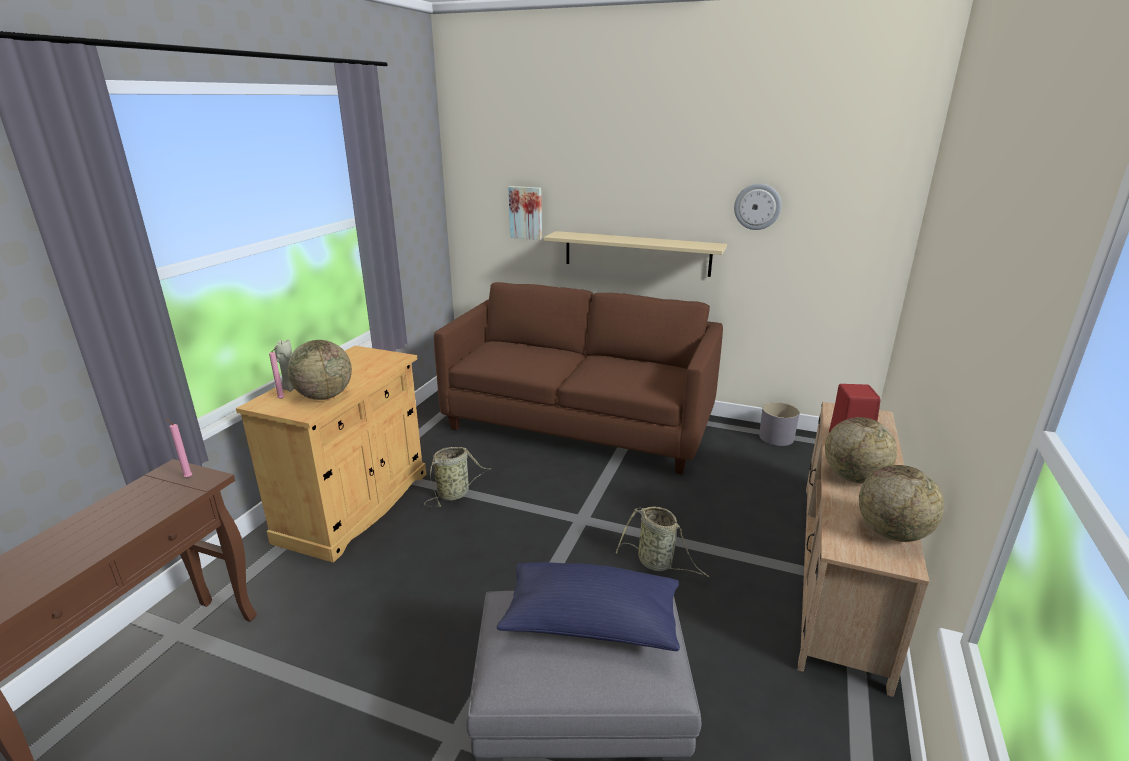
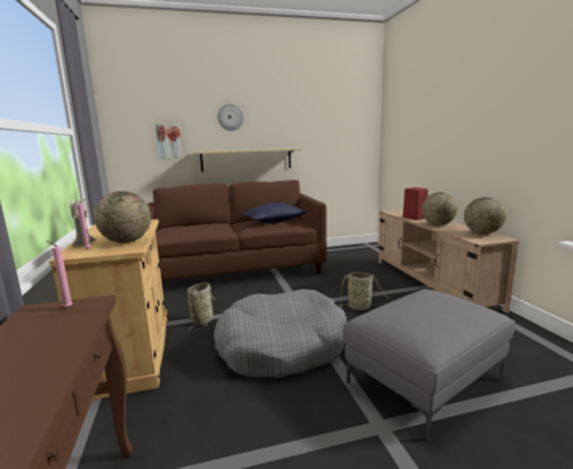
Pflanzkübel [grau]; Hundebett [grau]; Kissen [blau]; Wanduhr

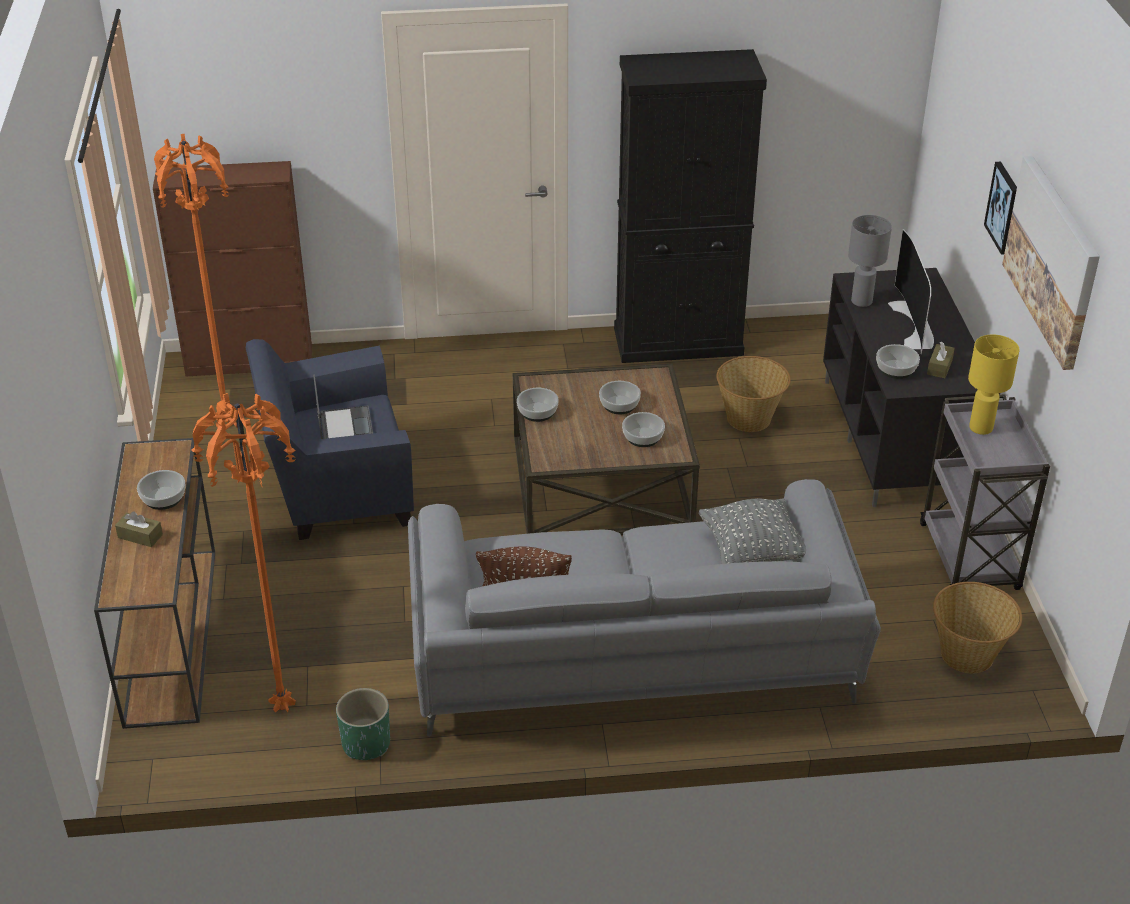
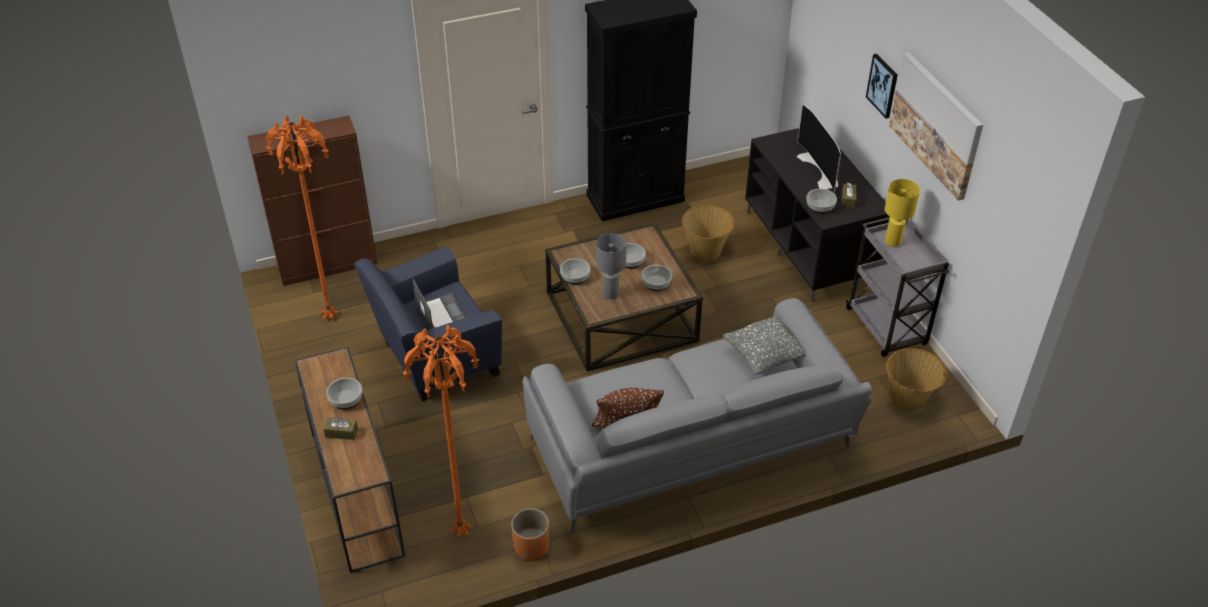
Tischlampe [grau]; Pflanzkübel [orange]

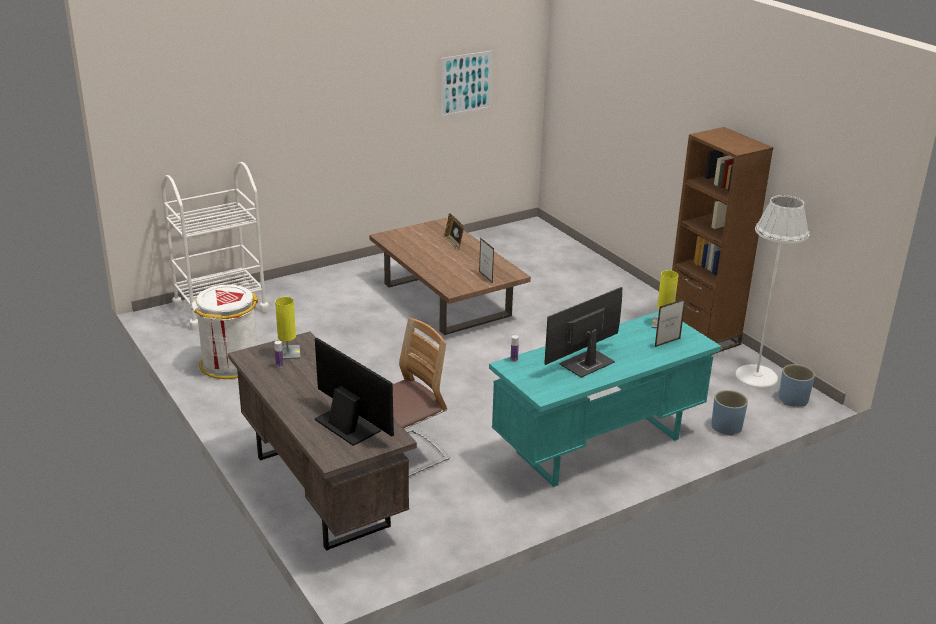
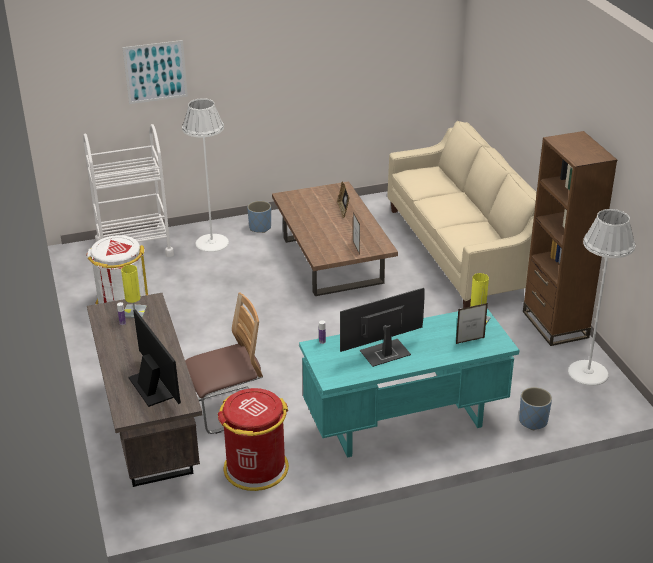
Stehlampe [weiß] (1st from left); Mülleimer [rot]; Sofa [beige]; Bild; Pflanzkübel [blau] (1st from left)

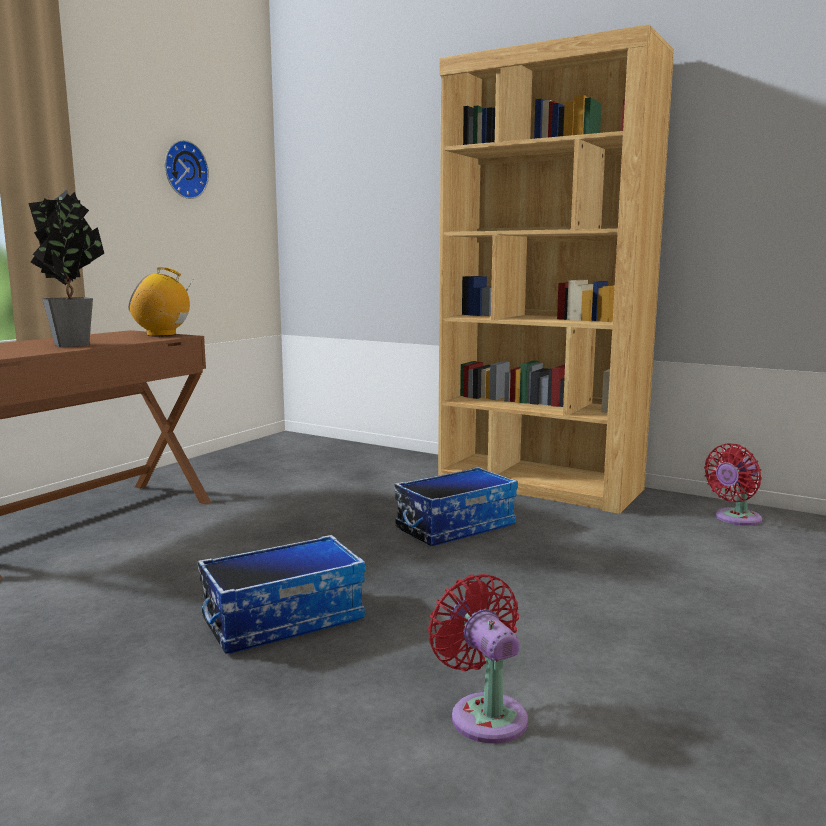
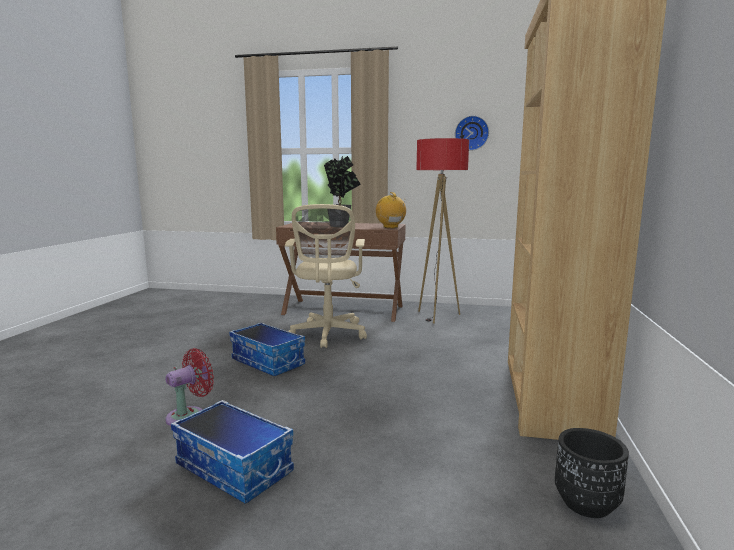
Bürostuhl [beige]; Stehlampe; Aufbewahrungsbox (1st from left); Pflanzkübel [schwarz]

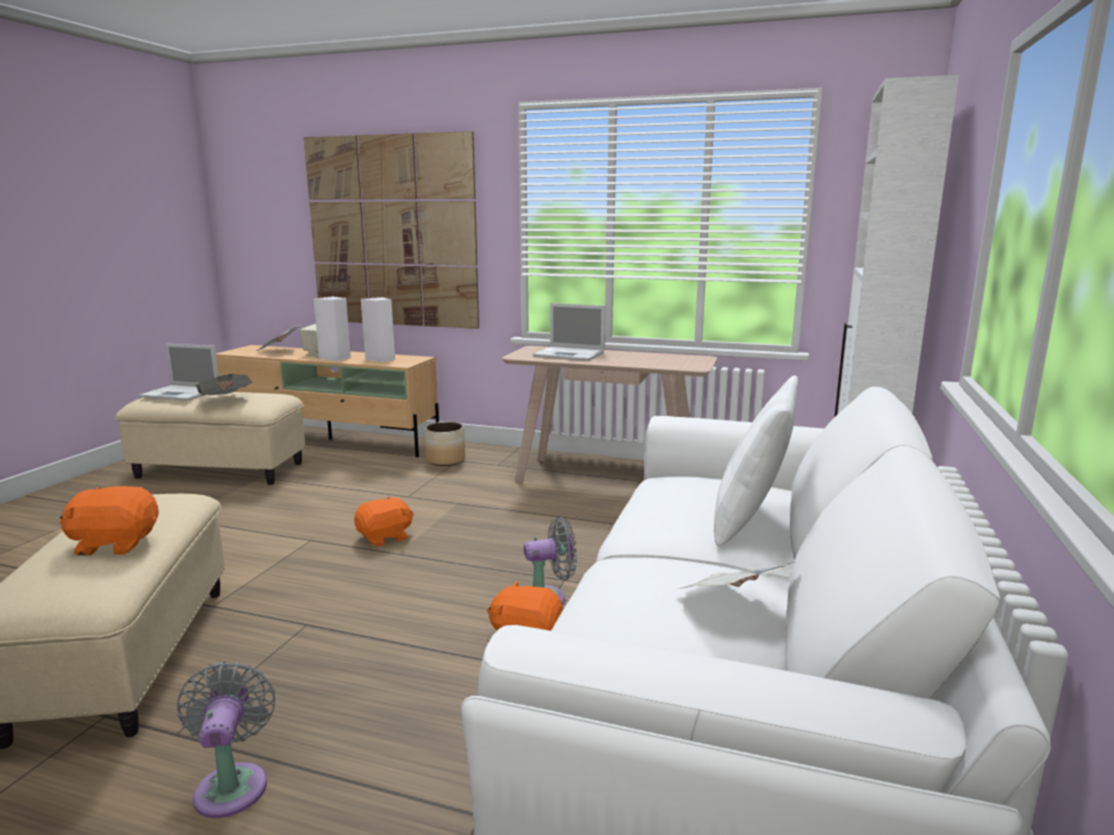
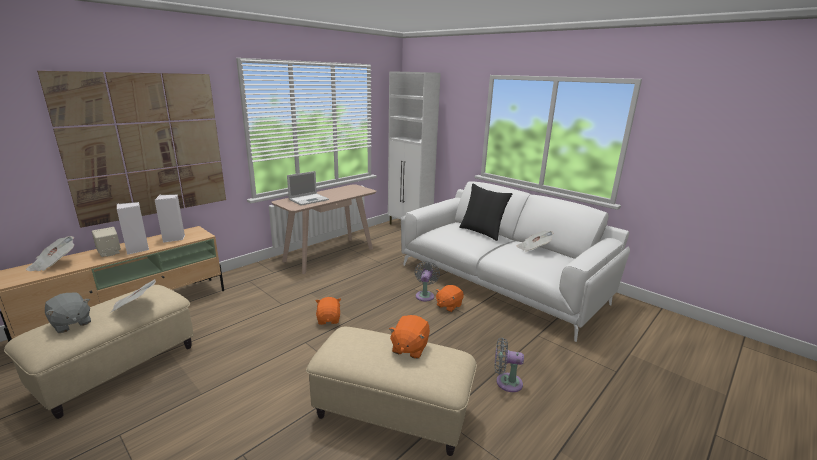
Pflanzkübel; Plüschtier [grau]; Kissen [schwarz]

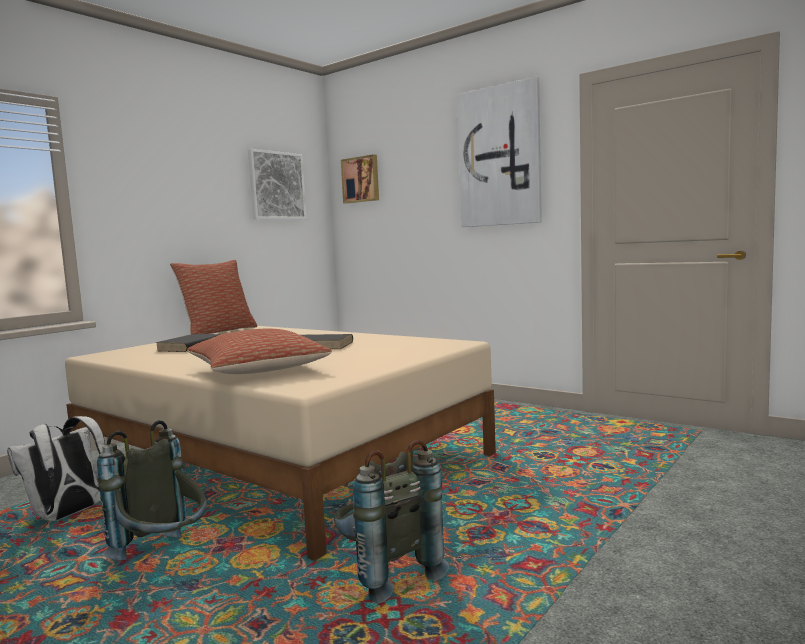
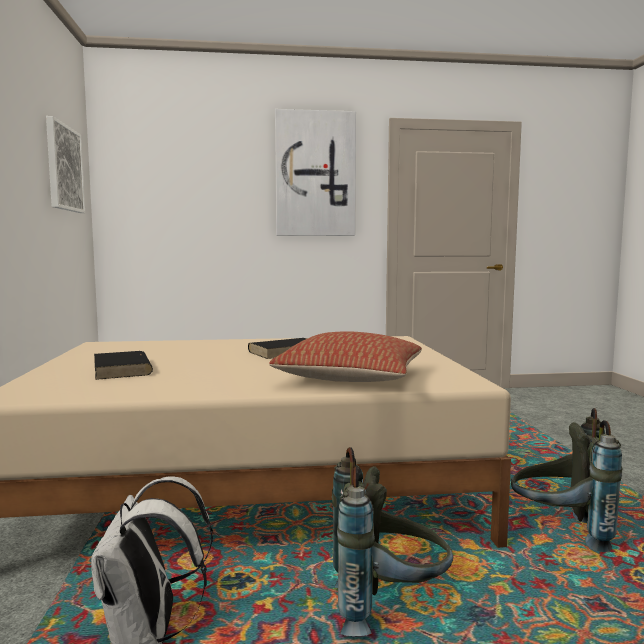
Kissen (1st from left in the first image); Bild (2nd from left in the first image)

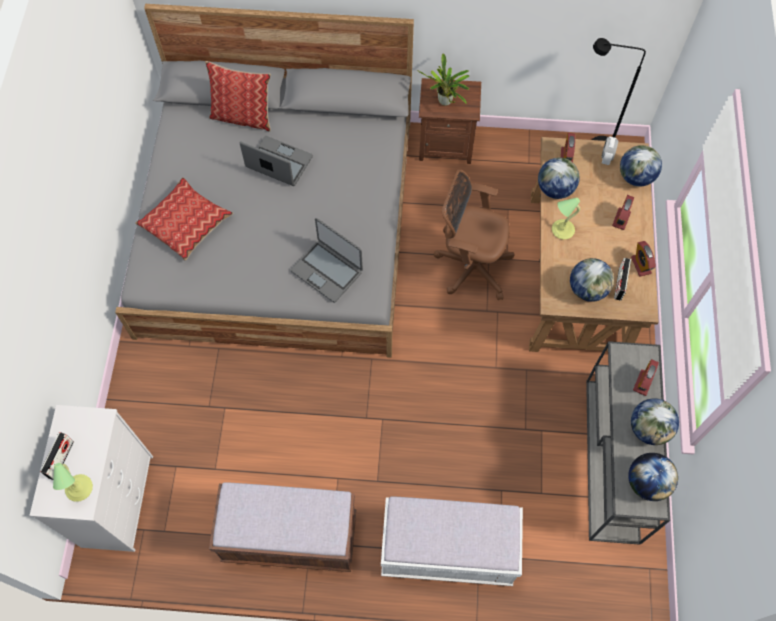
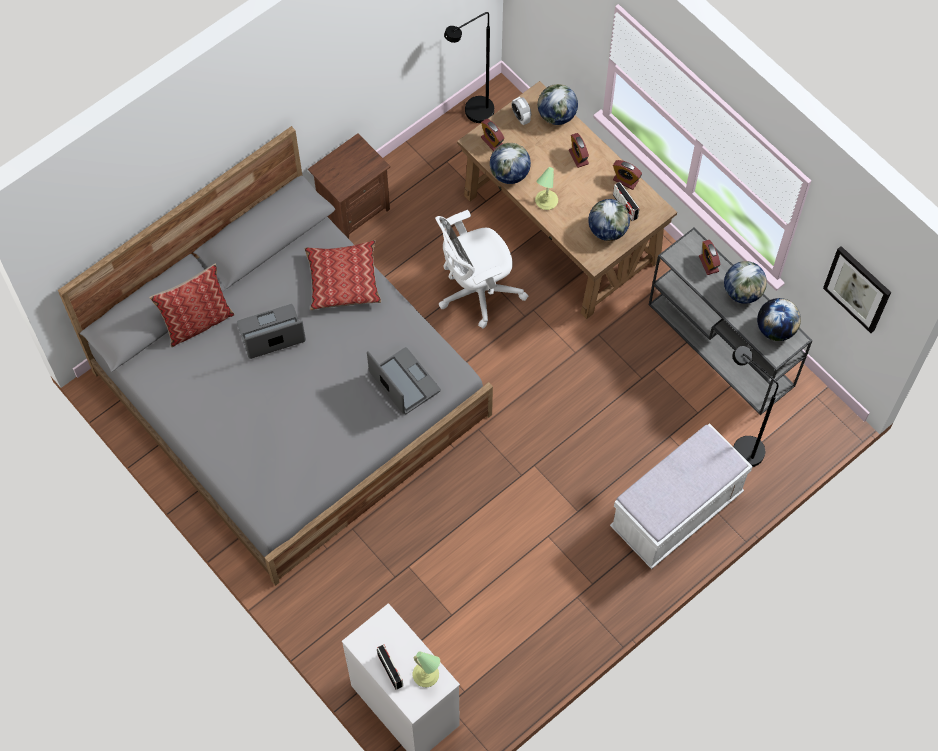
Bank [braun]; Topfpflanze; Stehlampe [schwarz] (2nd from left); Bild; Kissen (2nd from left); Bürostuhl [weiß]; Laptop (2nd from left)

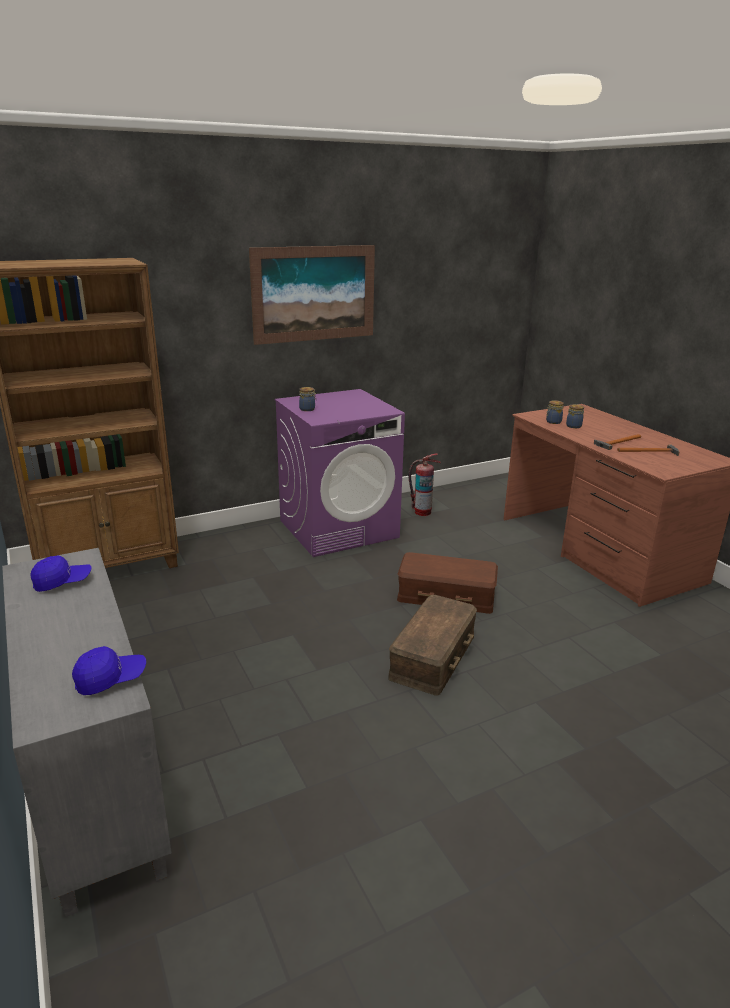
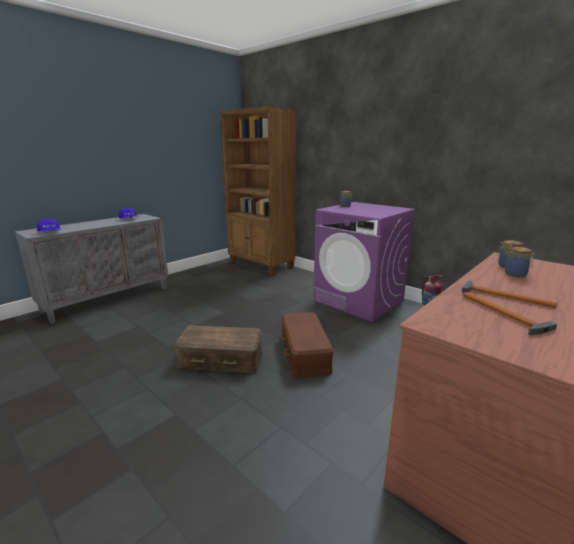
Bild

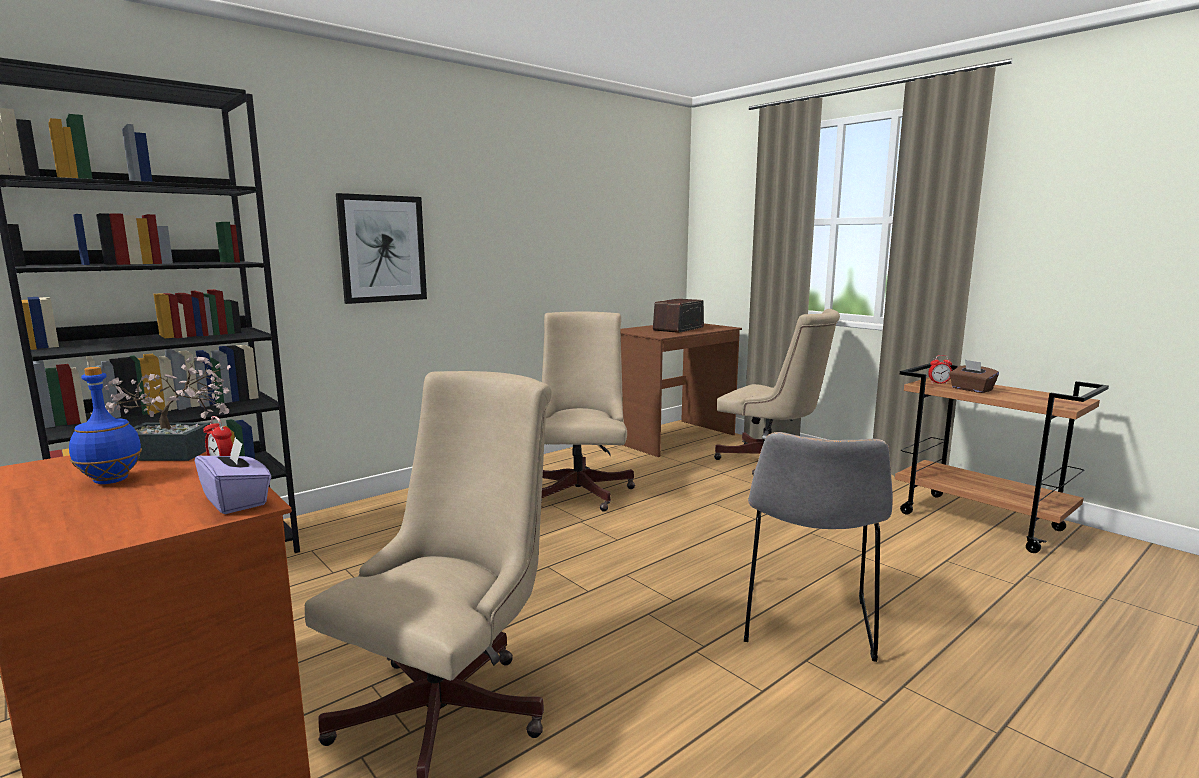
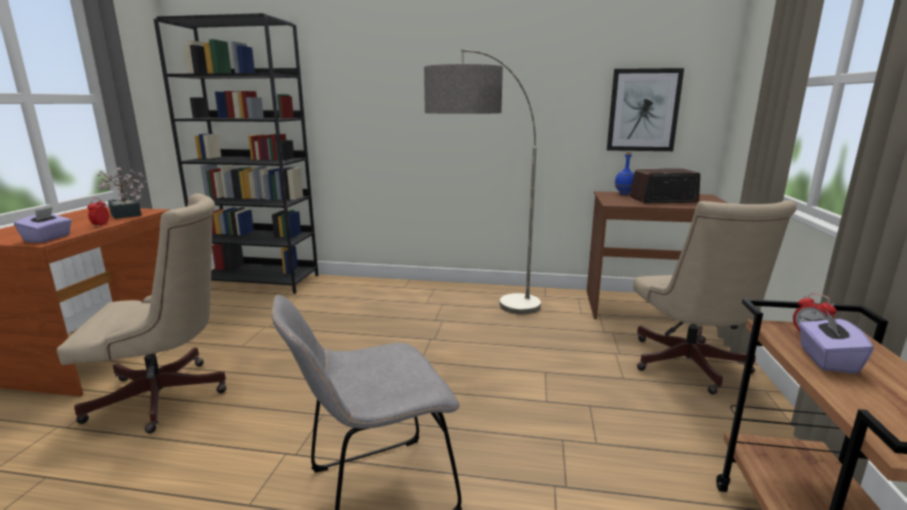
Flasche [blau]; Bild; Stehlampe; Taschentuchbox [lila] (2nd from left)

